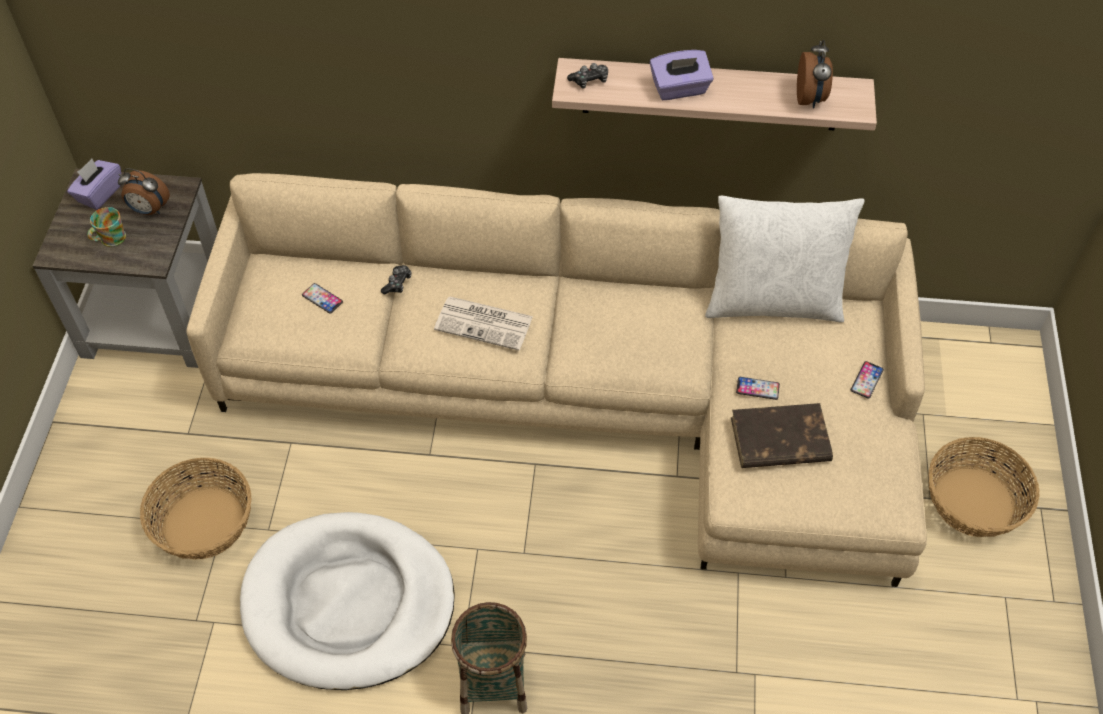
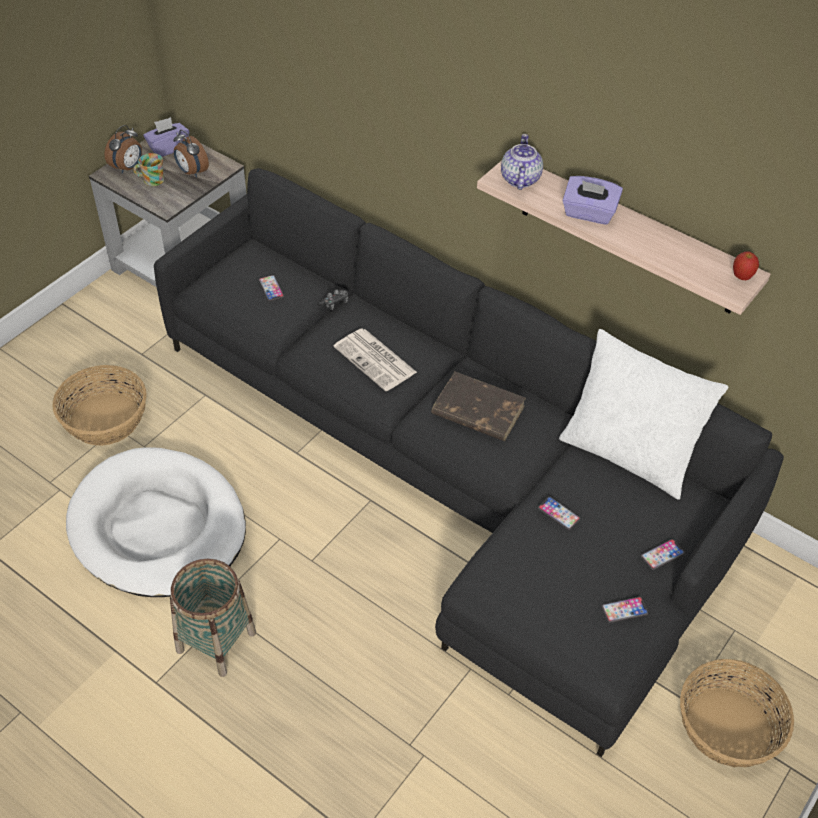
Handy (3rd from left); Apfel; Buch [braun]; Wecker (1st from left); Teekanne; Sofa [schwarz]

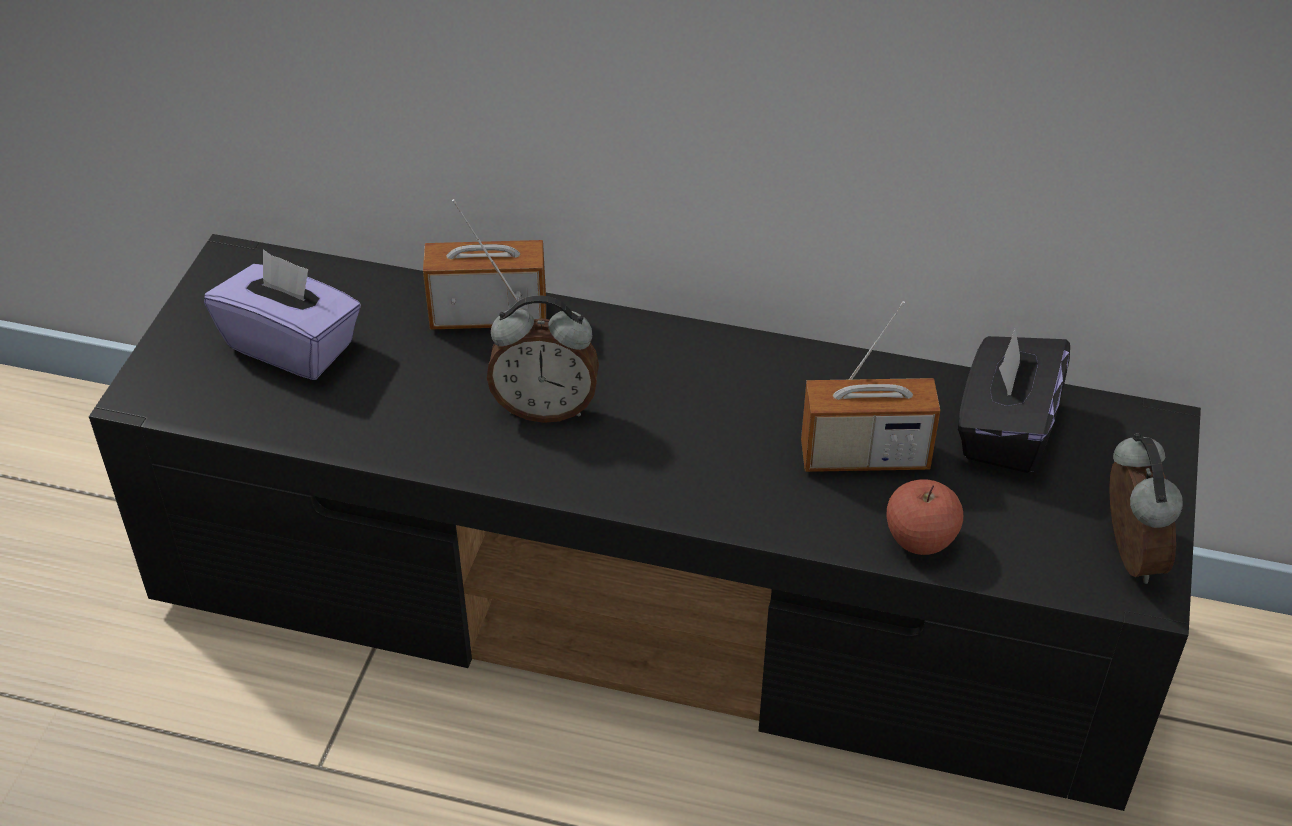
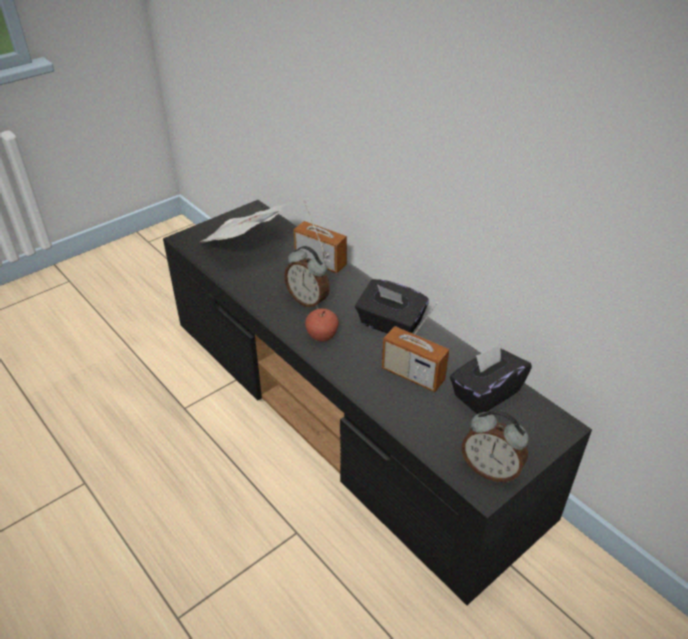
Taschentuchbox [schwarz] (1st from left); Apfel; Zeitung; Wecker (2nd from left)

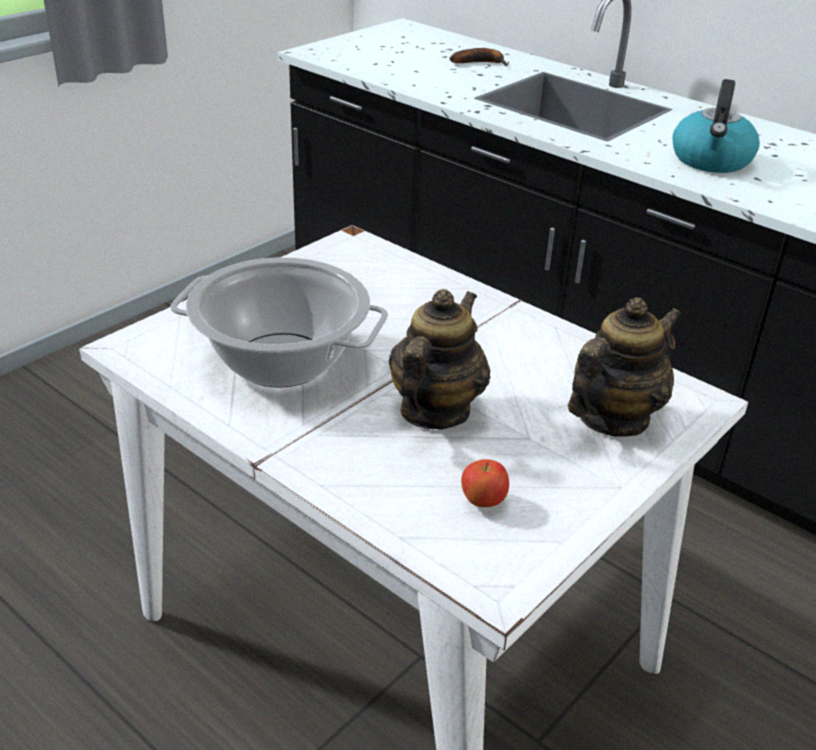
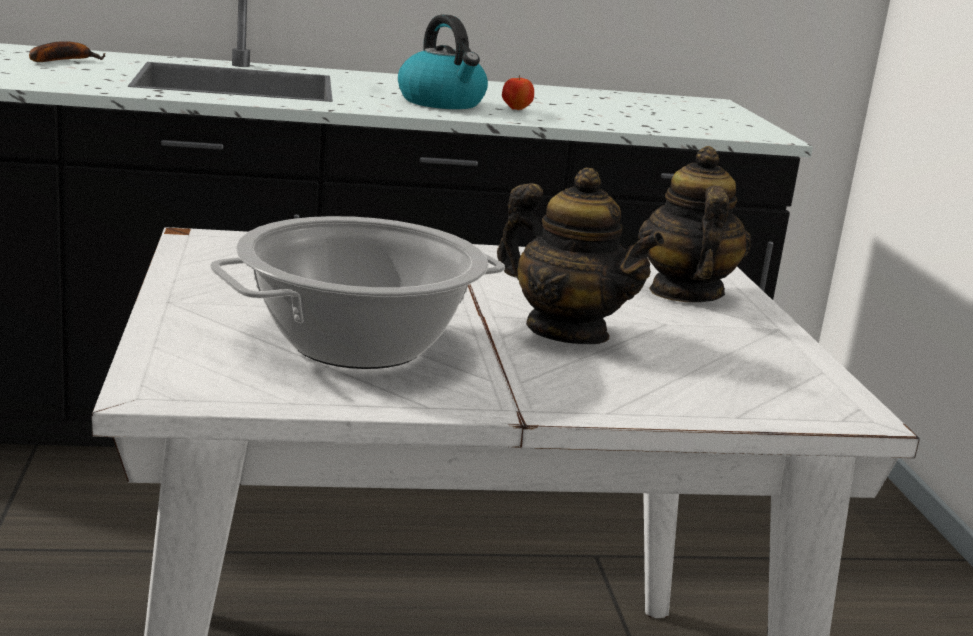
Apfel; Teekanne (1st from left)

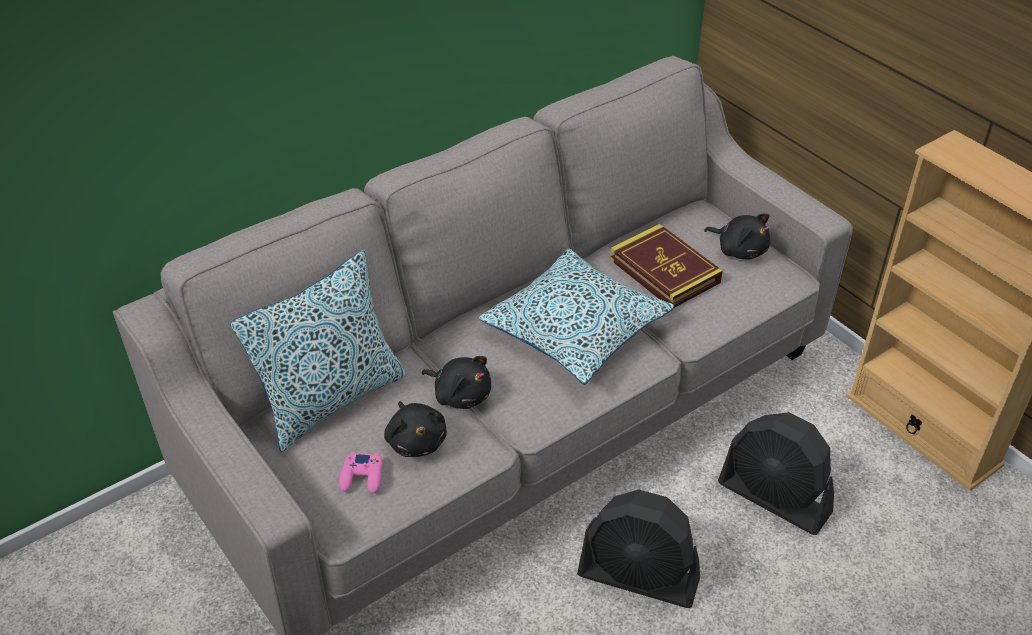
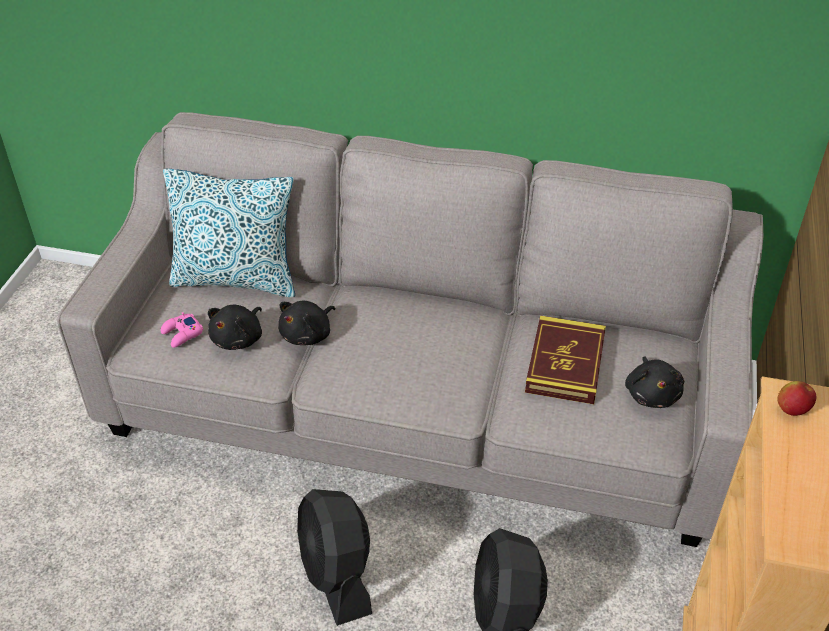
Kissen (2nd from left in the first image); Apfel; Plüschtier [schwarz] (2nd from left)

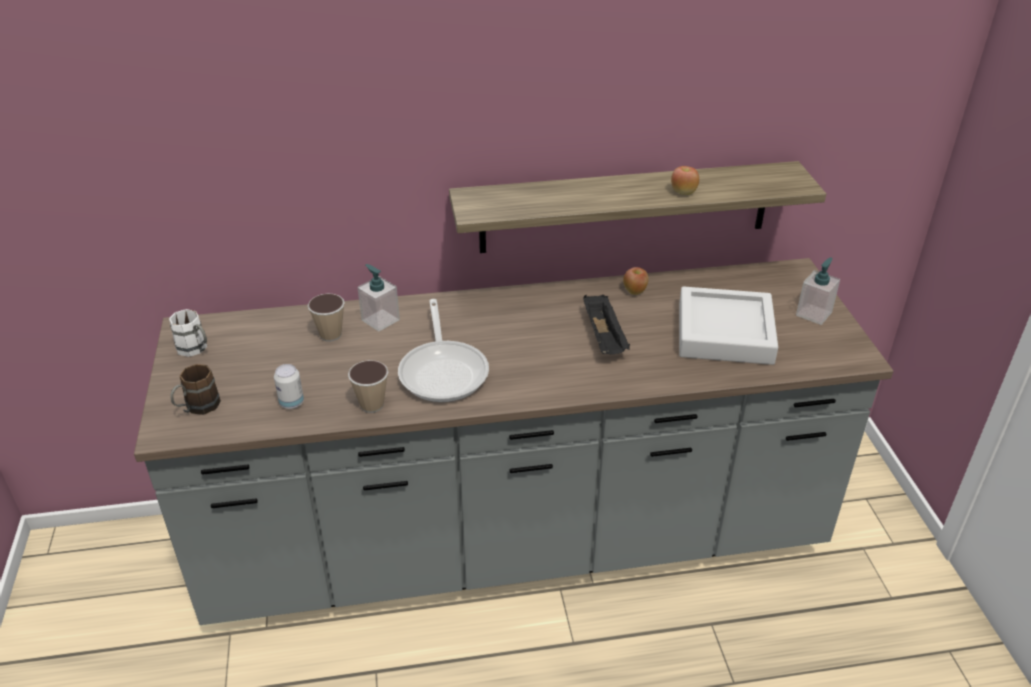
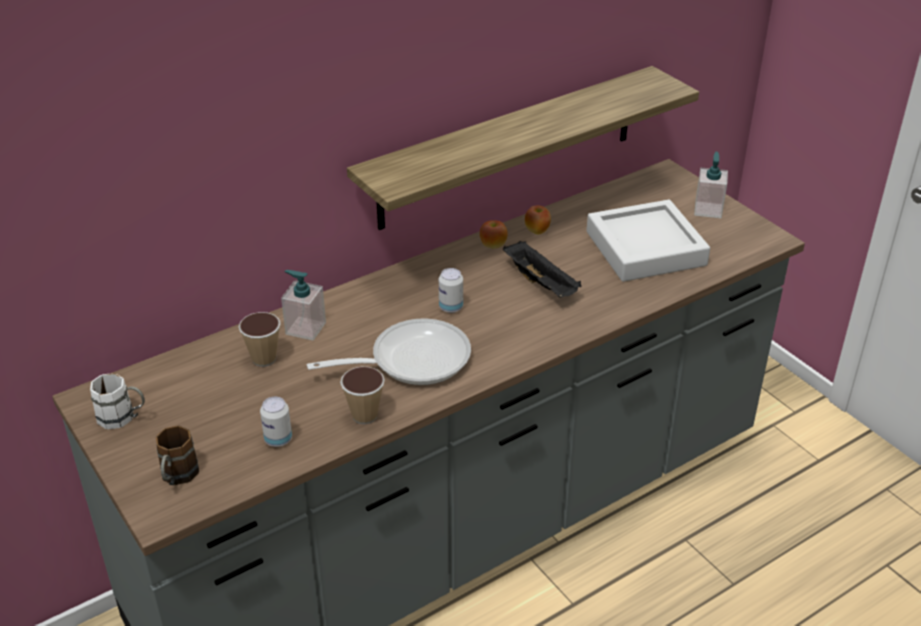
Dose (2nd from left); Apfel (1st from left); Pfanne

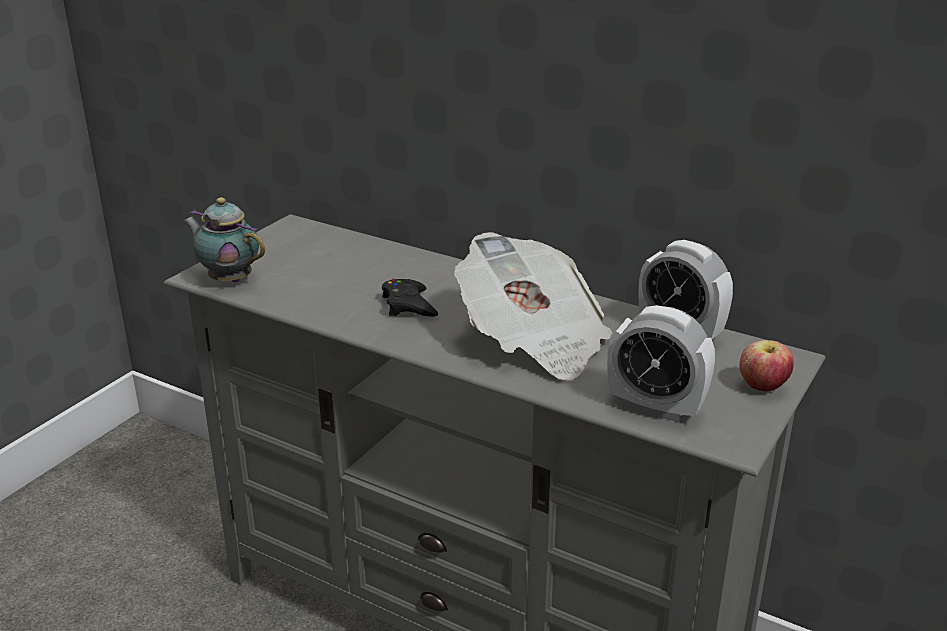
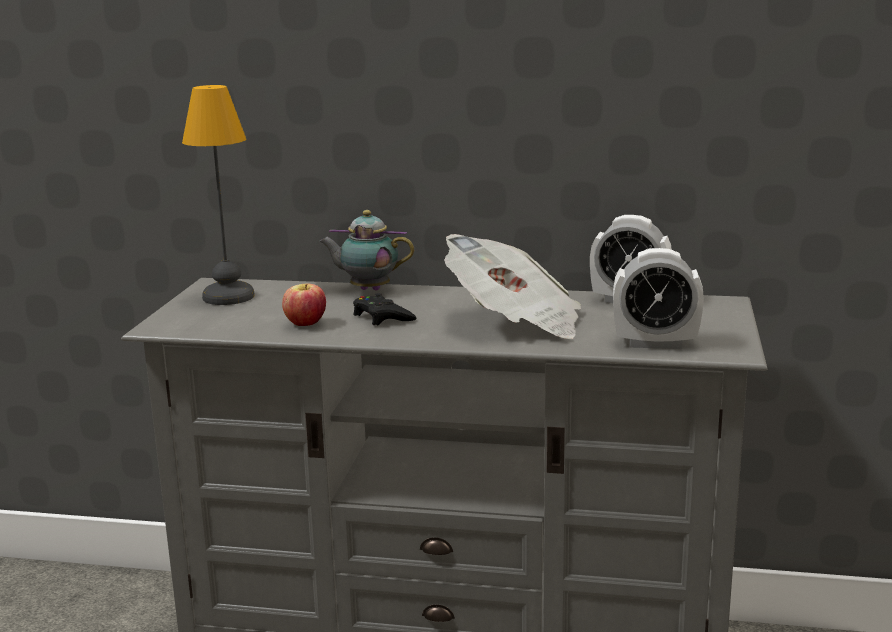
Tischlampe; Teekanne; Apfel

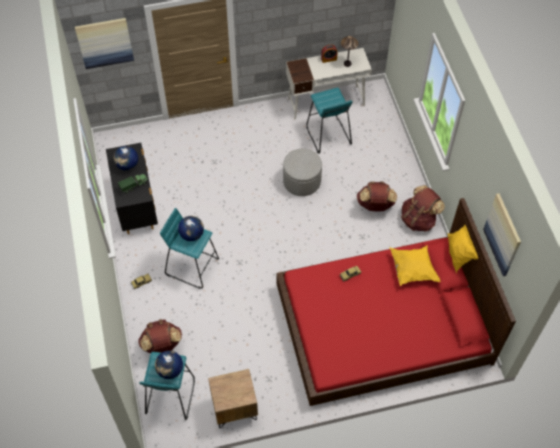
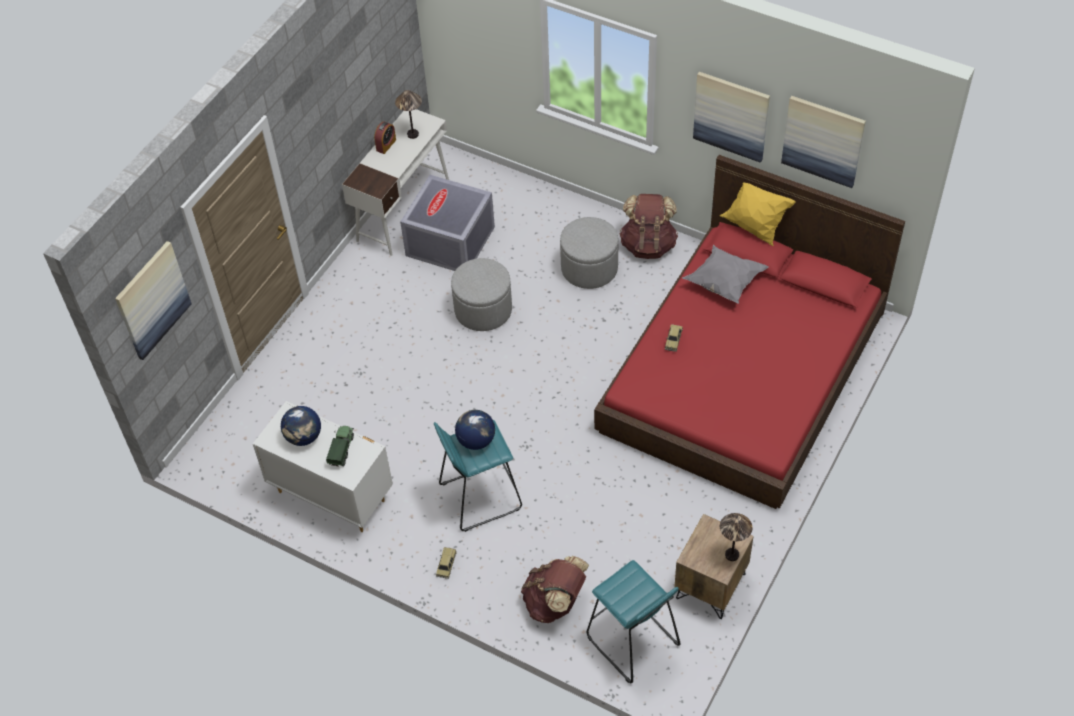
Globus (2nd from left in the first image); Bild (2nd from left); Tischlampe (2nd from left); Aufbewahrungsbox [grau]; Polsterhocker [grau] (2nd from left); Kommode [weiß]; Kissen [grau]

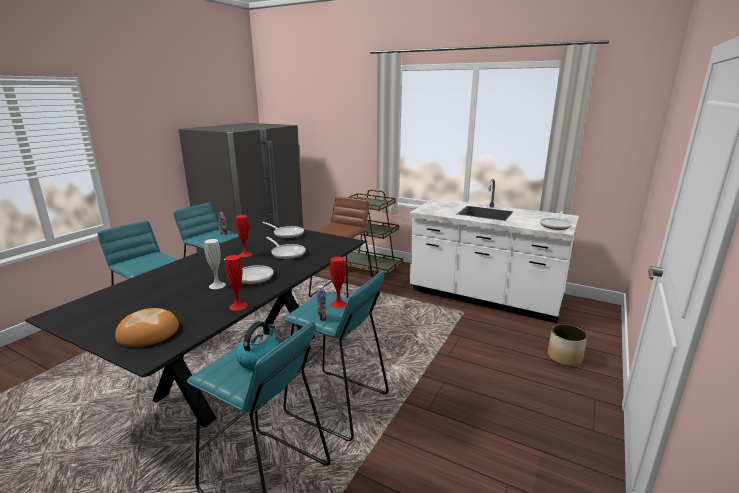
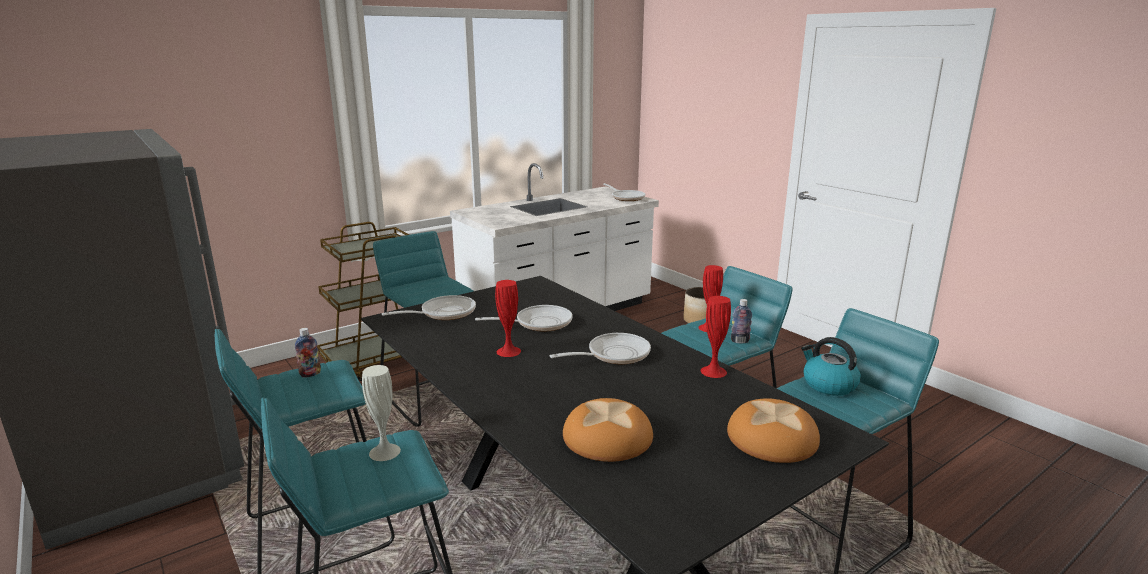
Brot (1st from left); Vase [weiß]; Hocker [türkis] (3rd from left)

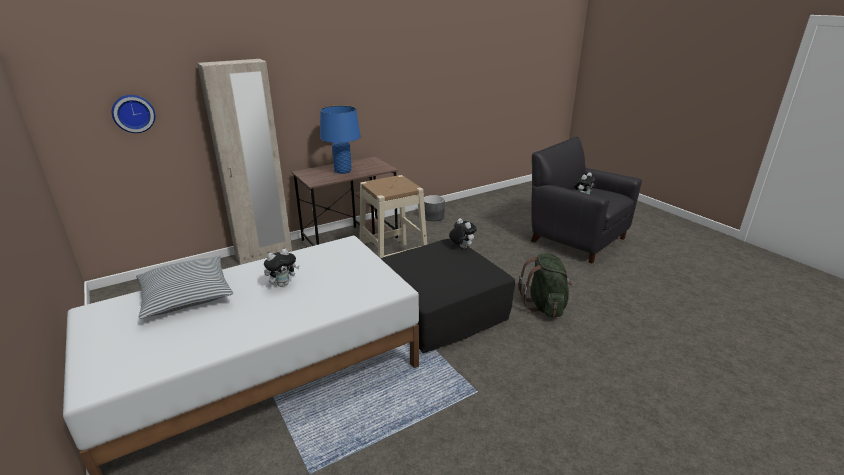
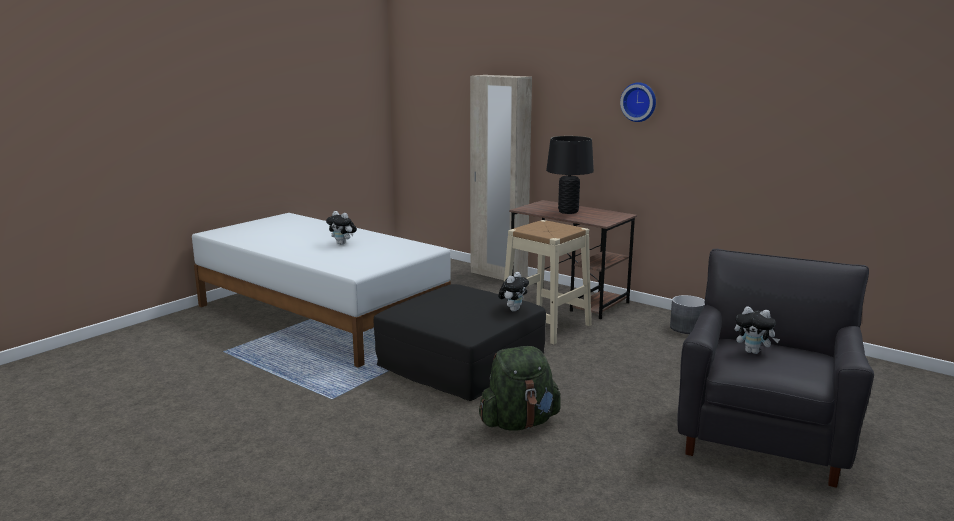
Kissen; Wanduhr; Tischlampe [schwarz]

